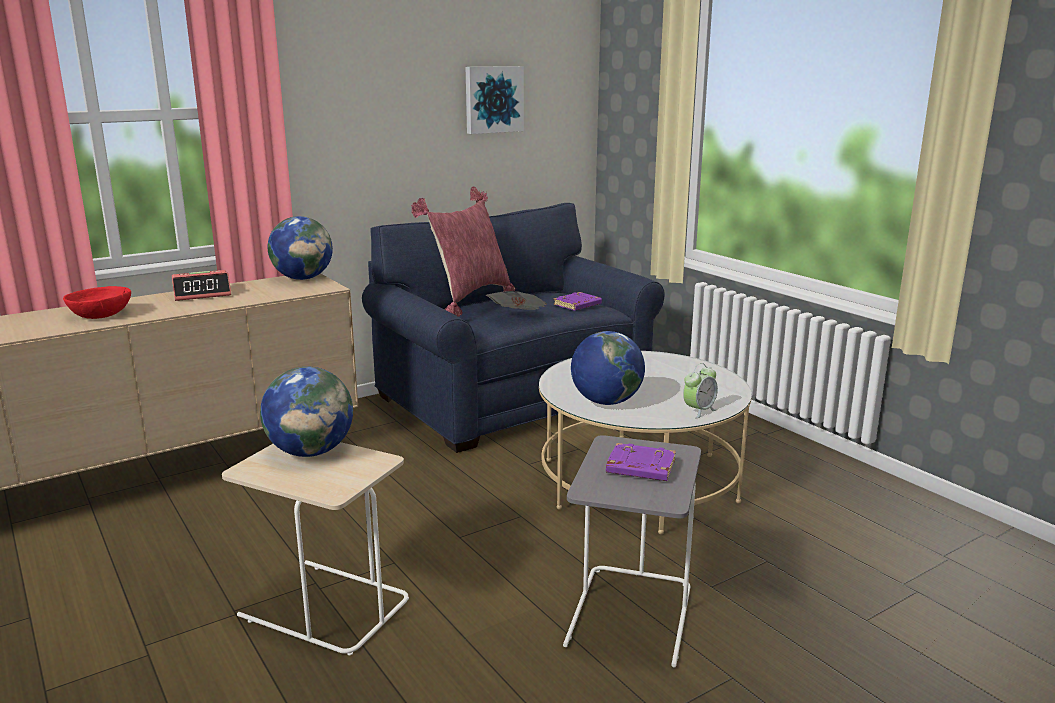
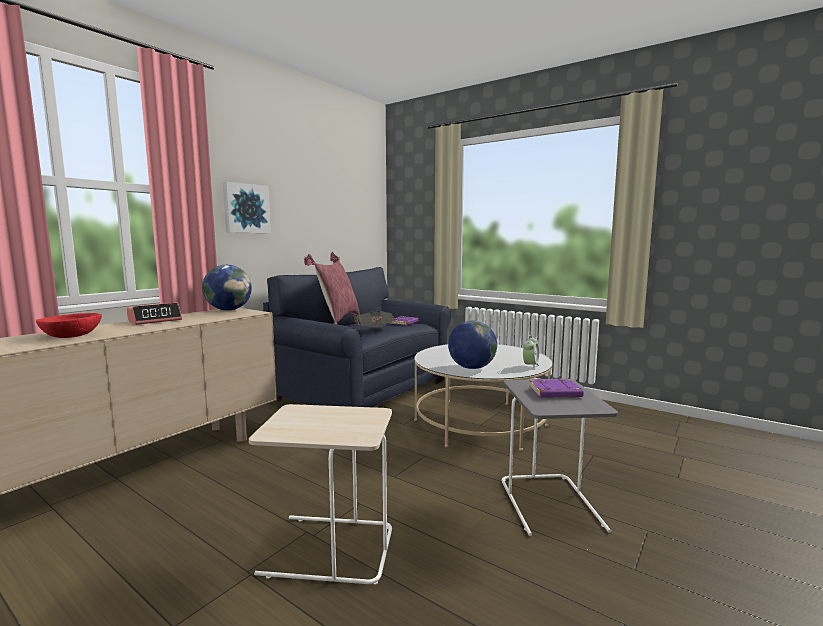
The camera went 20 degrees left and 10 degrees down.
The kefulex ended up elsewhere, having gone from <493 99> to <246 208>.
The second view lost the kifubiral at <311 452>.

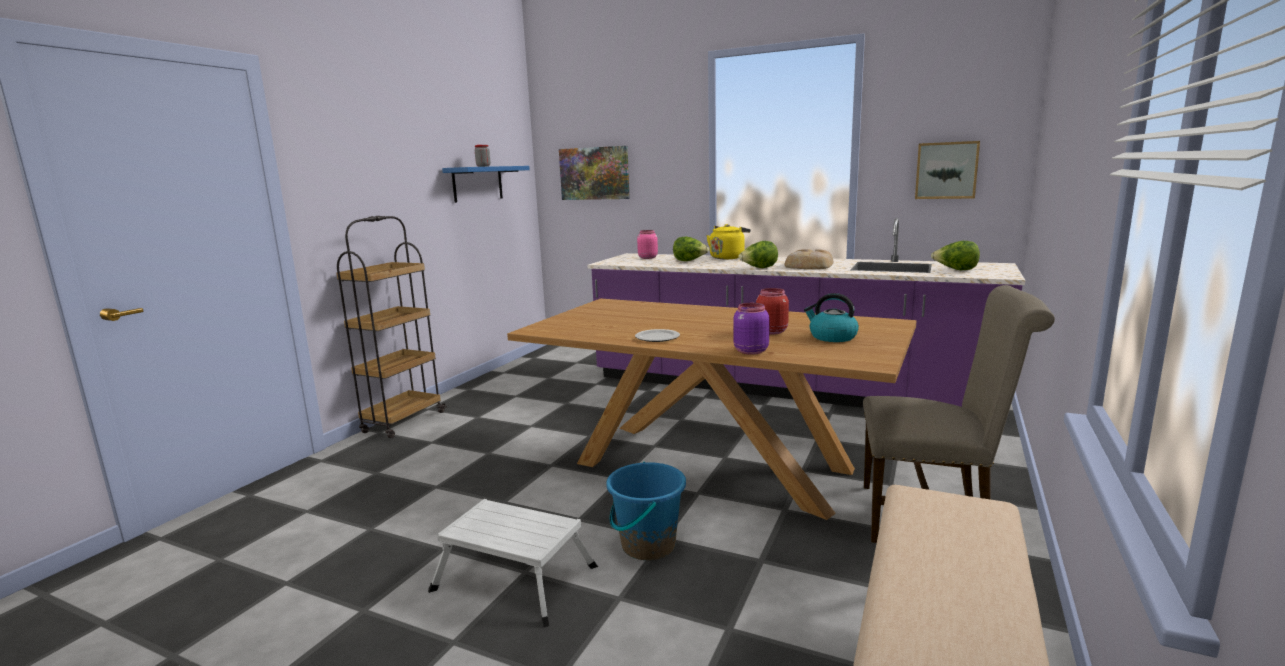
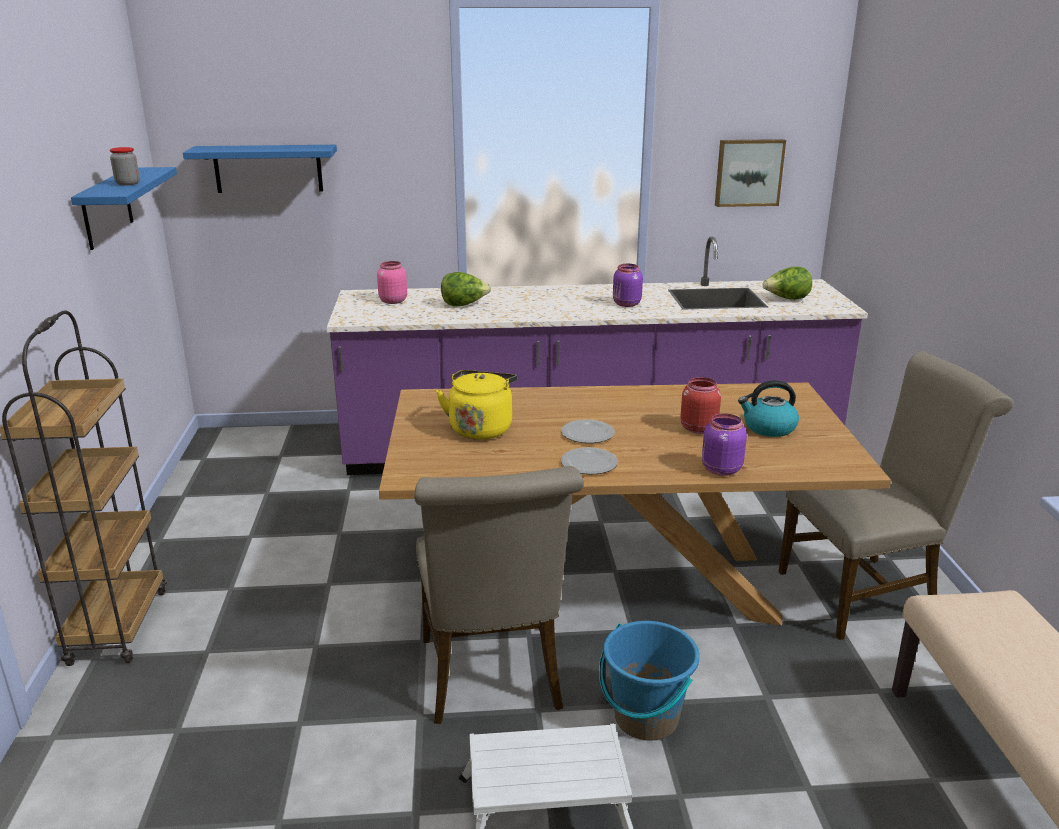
The camera went 30 degrees left and 10 degrees up.
Where the kefulex hung at <594 173>, the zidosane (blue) came to hang at <268 168>.
The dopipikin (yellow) ended up elsewhere, having gone from <728 257> to <481 428>.
The second view lost the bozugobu at <759 268>.
Where the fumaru stood at <808 266>, the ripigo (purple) came to stand at <626 304>.
The second view gained the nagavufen at <586 434>.
The second view gained the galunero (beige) at <493 679>.

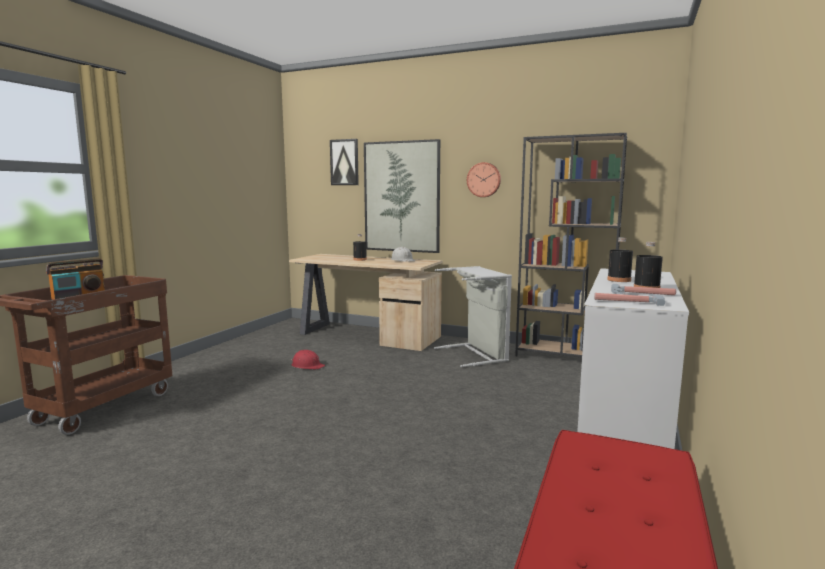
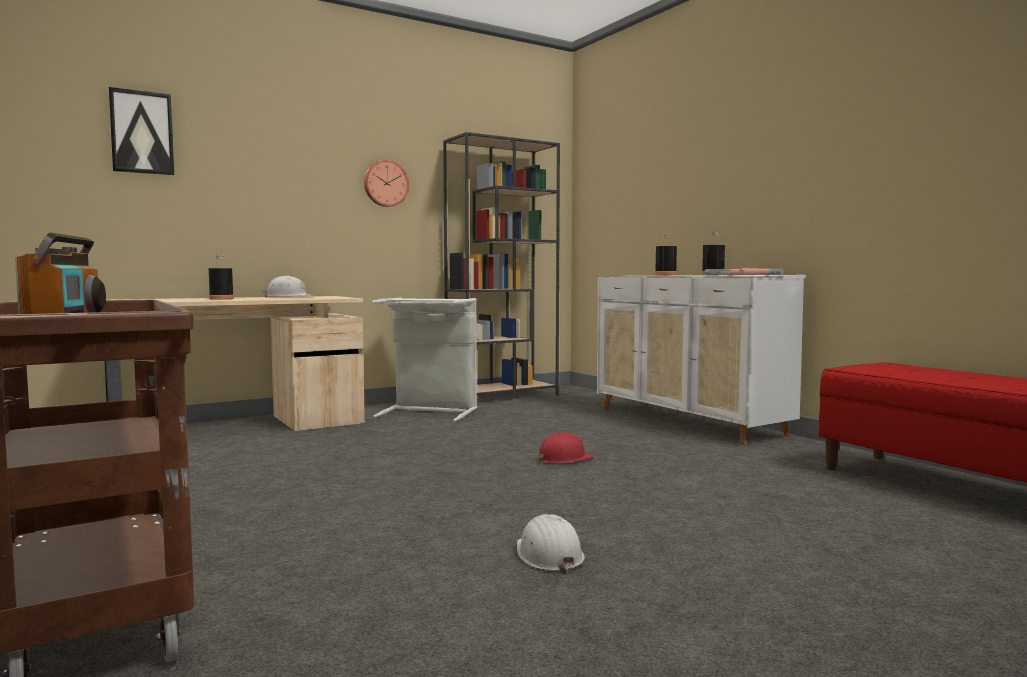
The camera went 55 degrees left and 5 degrees down.
The second view lost the kefulex at <401 197>.
The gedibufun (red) ended up elsewhere, having gone from <307 365> to <563 458>.
The second view gained the gedibufun (white) at <548 555>.

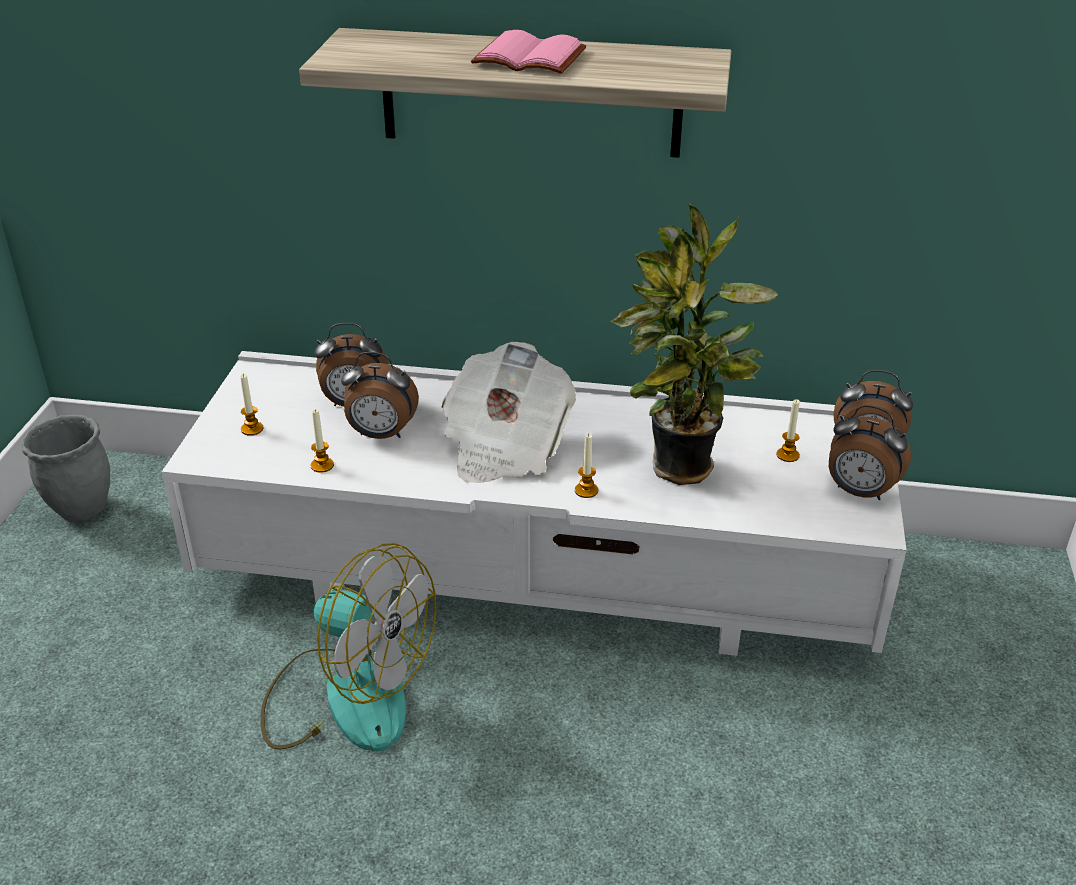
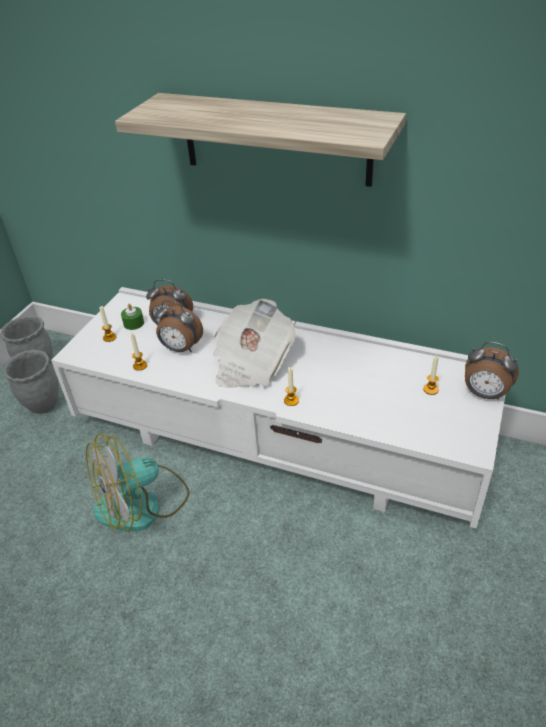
The camera went 15 degrees right and 5 degrees up.
The second view lost the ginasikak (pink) at <526 59>.
The second view lost the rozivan at <680 471>.
The second view lost the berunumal at <859 492>.
The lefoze at <347 696> ended up facing another way, 105 degrees clockwise from before.
The second view gained the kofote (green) at <133 323>.
The second view gained the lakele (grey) at <42 405>.

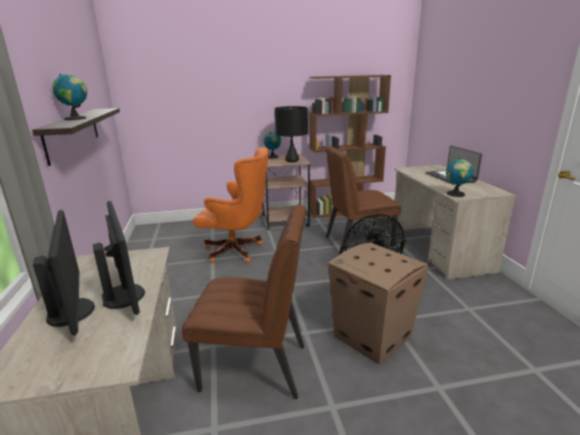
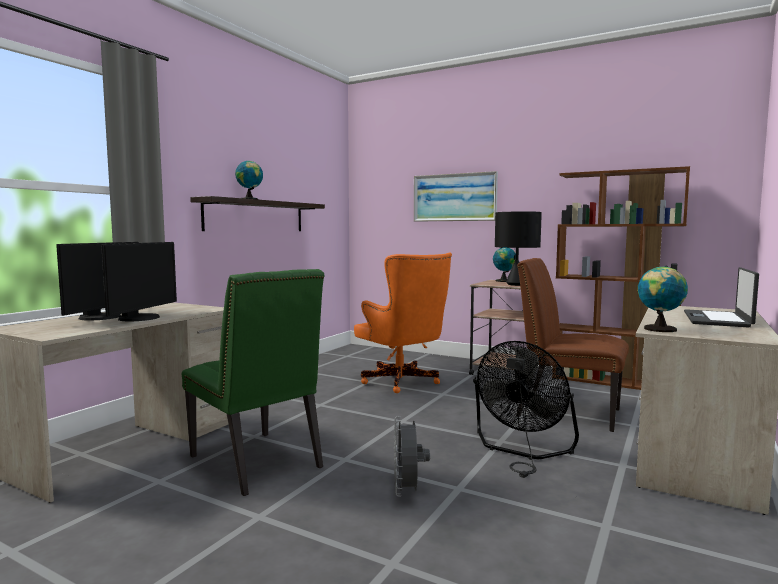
The camera went 40 degrees right and 15 degrees down.
What was the galunero (brown) at <253 367> turned into the galunero (green) at <254 461>.
Where the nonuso stood at <373 336>, the lefoze (grey) came to stand at <407 491>.
The second view gained the kefulex at <454 197>.

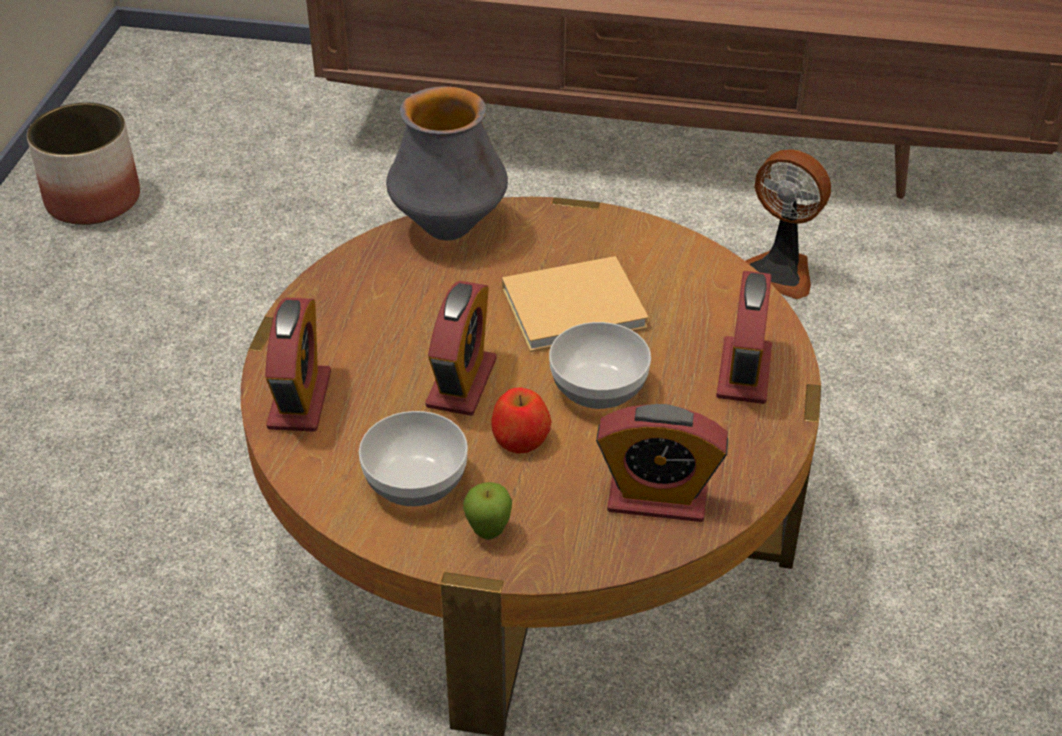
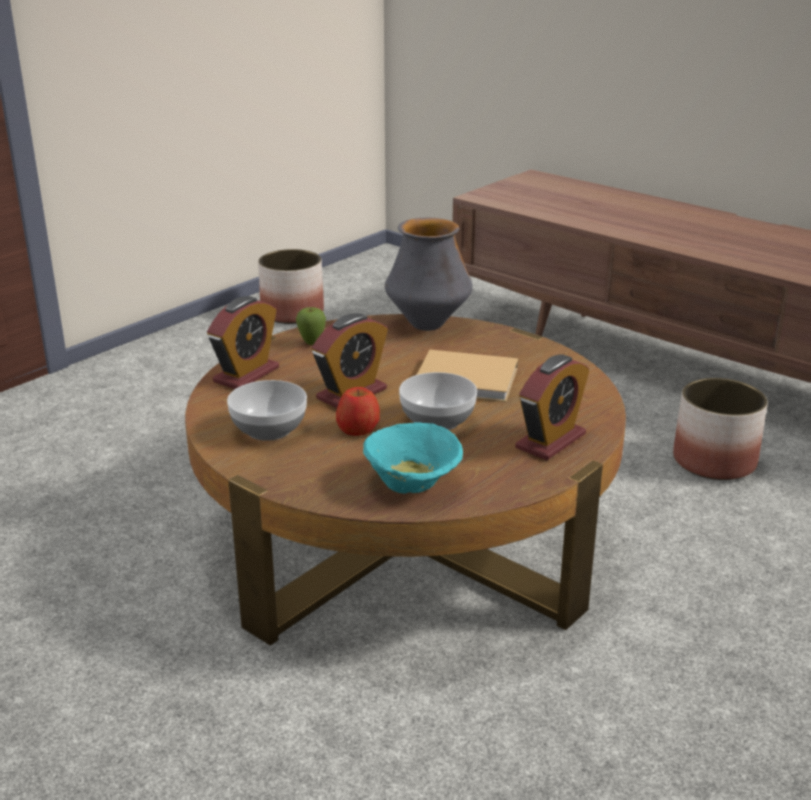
The camera went 30 degrees right and 15 degrees down.
Where the lefoze stood at <779 271>, the lakele came to stand at <715 462>.
Where the berunumal stood at <657 499>, the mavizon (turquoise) came to stand at <414 483>.
The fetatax ended up elsewhere, having gone from <488 533> to <311 343>.

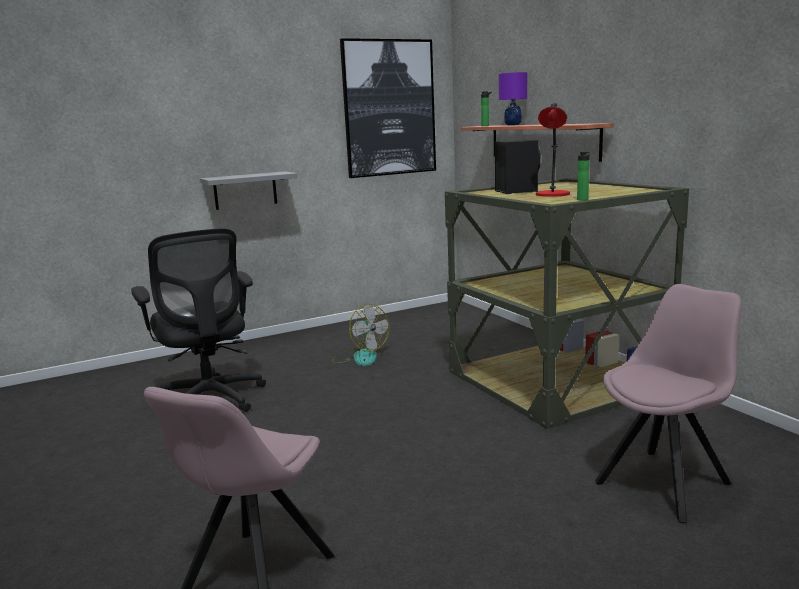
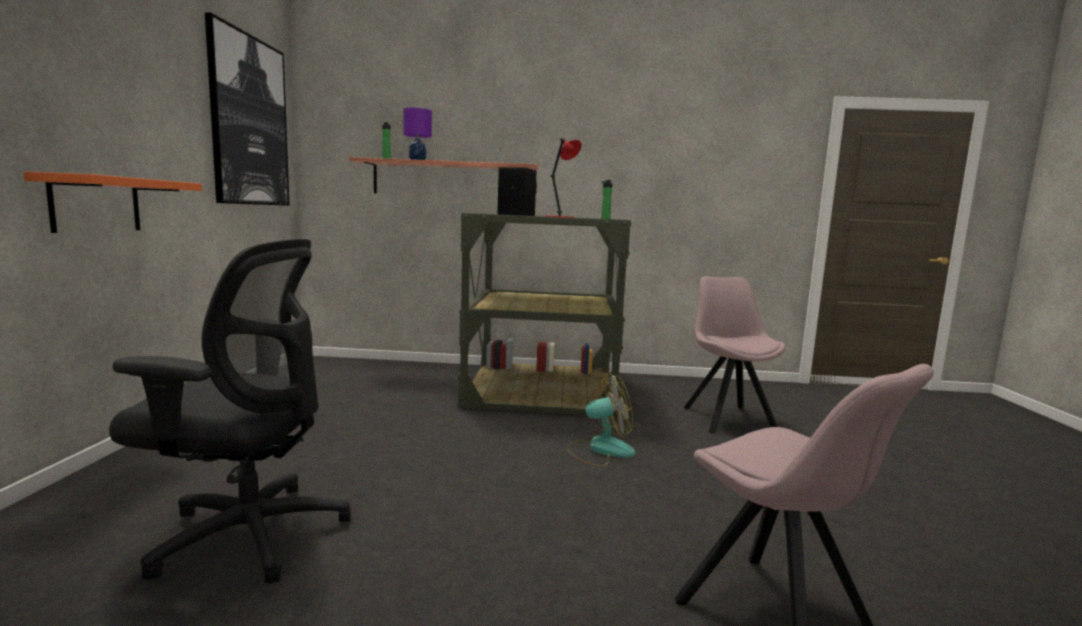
The camera went 60 degrees left and 5 degrees down.
What was the zidosane (grey) at <245 190> turned into the zidosane (orange) at <96 204>.
The lefoze ended up elsewhere, having gone from <360 357> to <600 450>.

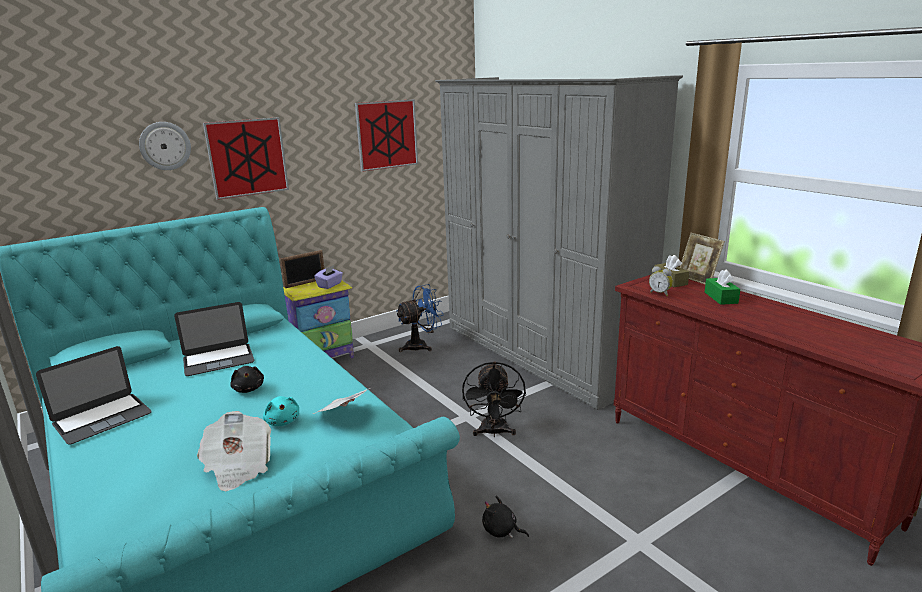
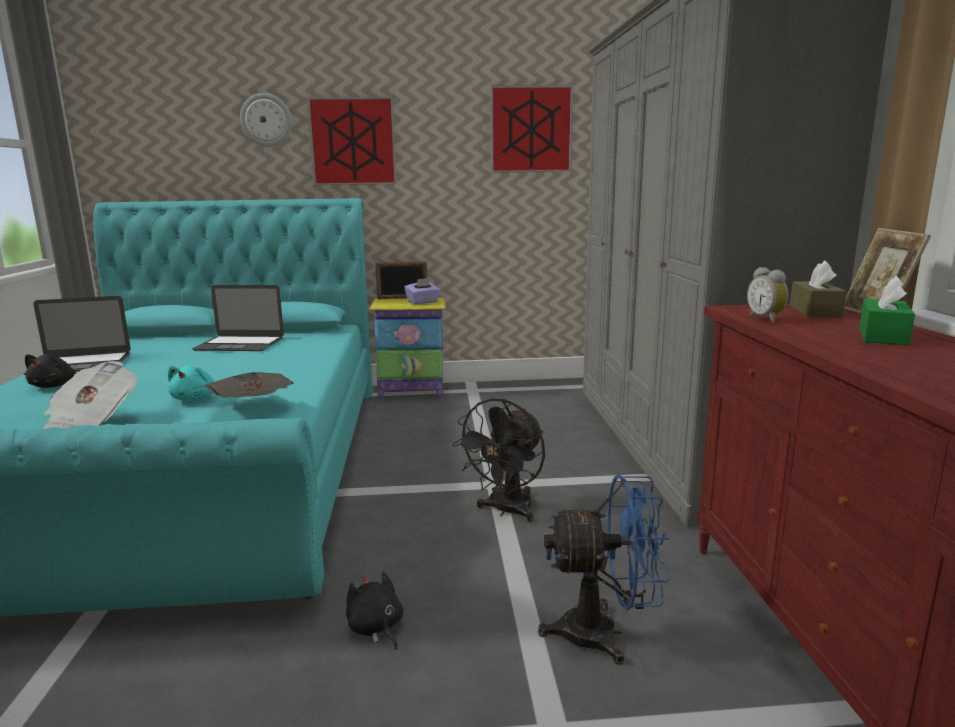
The camera went 30 degrees right and 5 degrees down.
The lefoze (blue) ended up elsewhere, having gone from <421 345> to <604 633>.
The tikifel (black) ended up elsewhere, having gone from <248 389> to <54 386>.

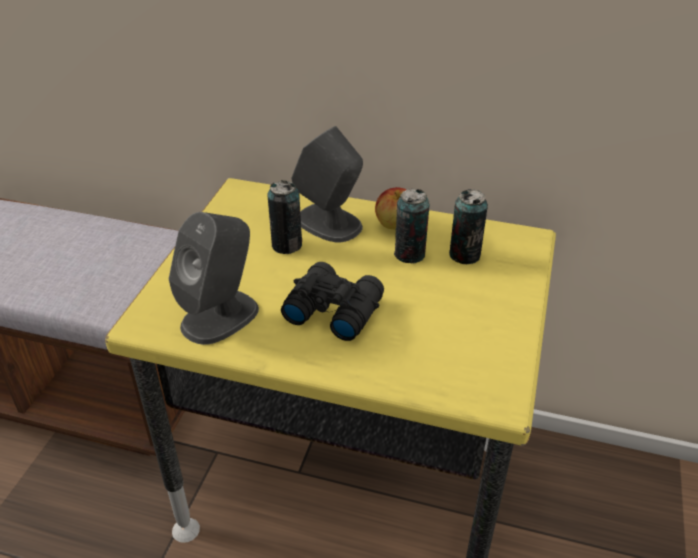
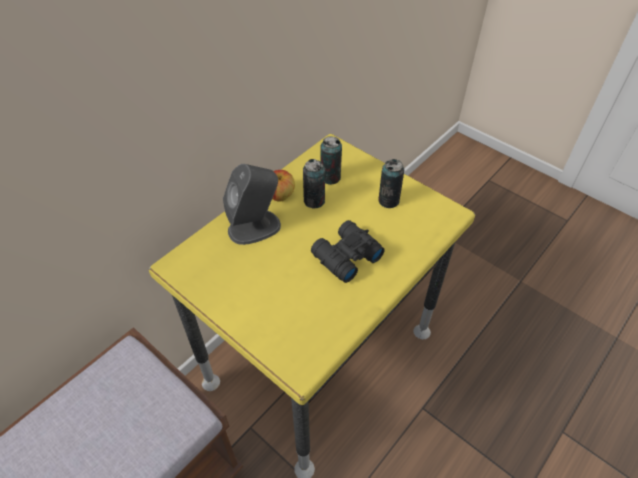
The camera went 65 degrees left and 10 degrees up.
The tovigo ended up elsewhere, having gone from <287 245> to <388 200>.
The second view lost the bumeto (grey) at <221 316>.

